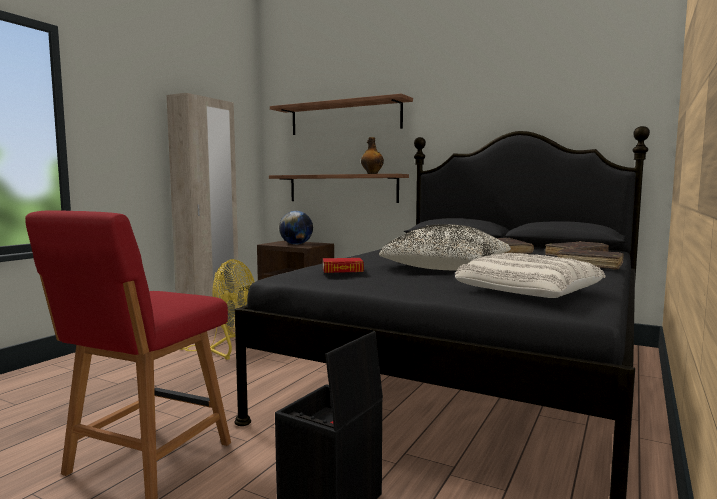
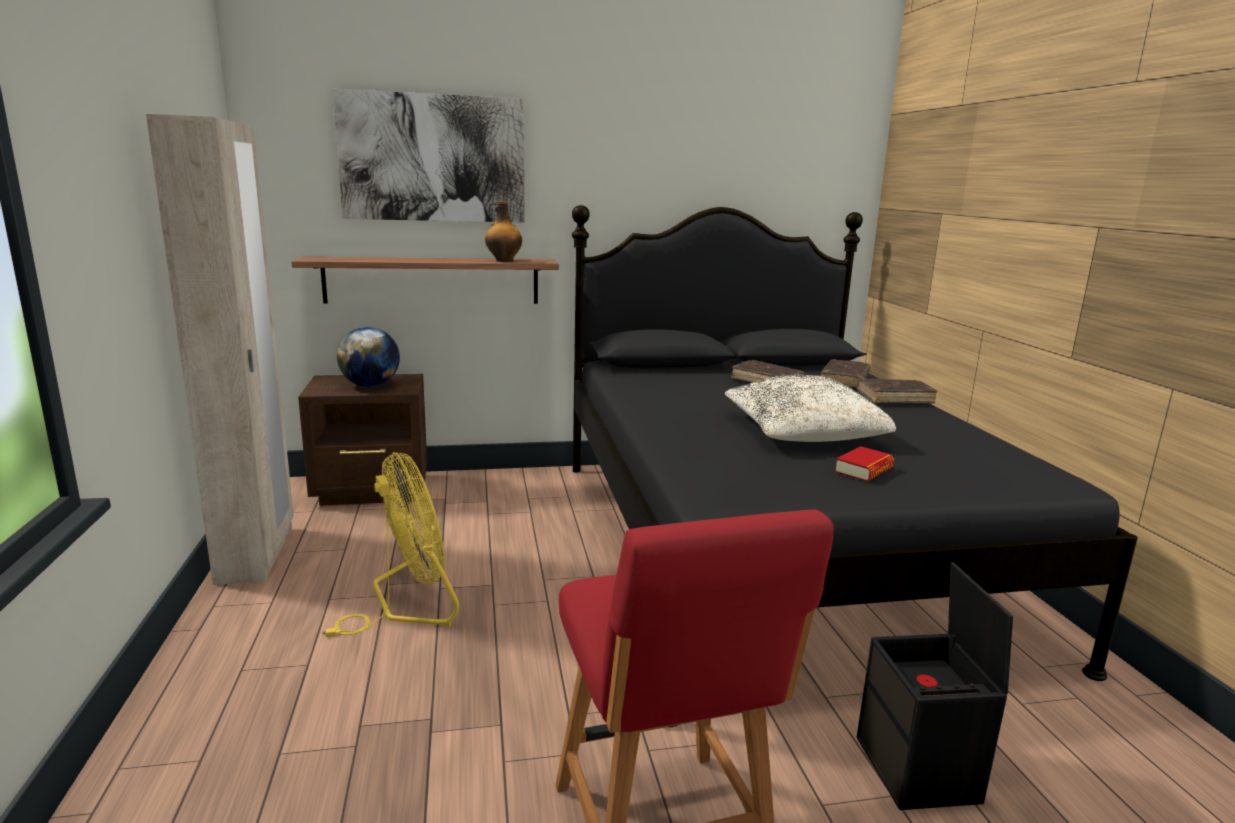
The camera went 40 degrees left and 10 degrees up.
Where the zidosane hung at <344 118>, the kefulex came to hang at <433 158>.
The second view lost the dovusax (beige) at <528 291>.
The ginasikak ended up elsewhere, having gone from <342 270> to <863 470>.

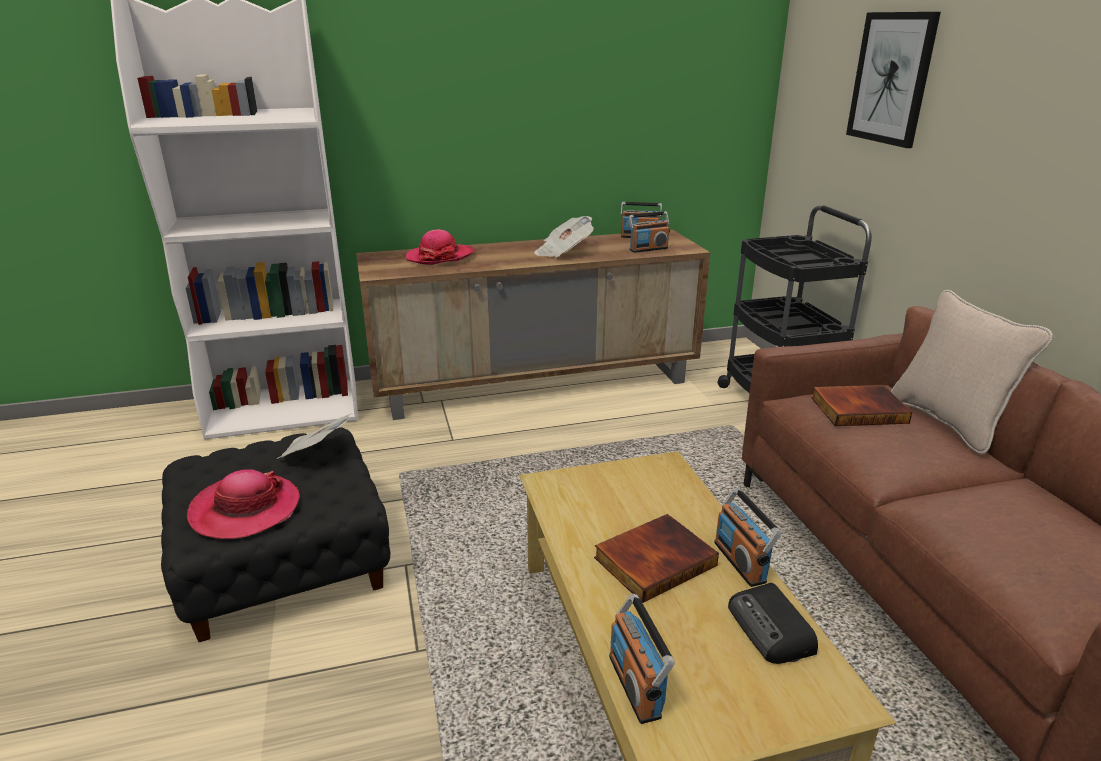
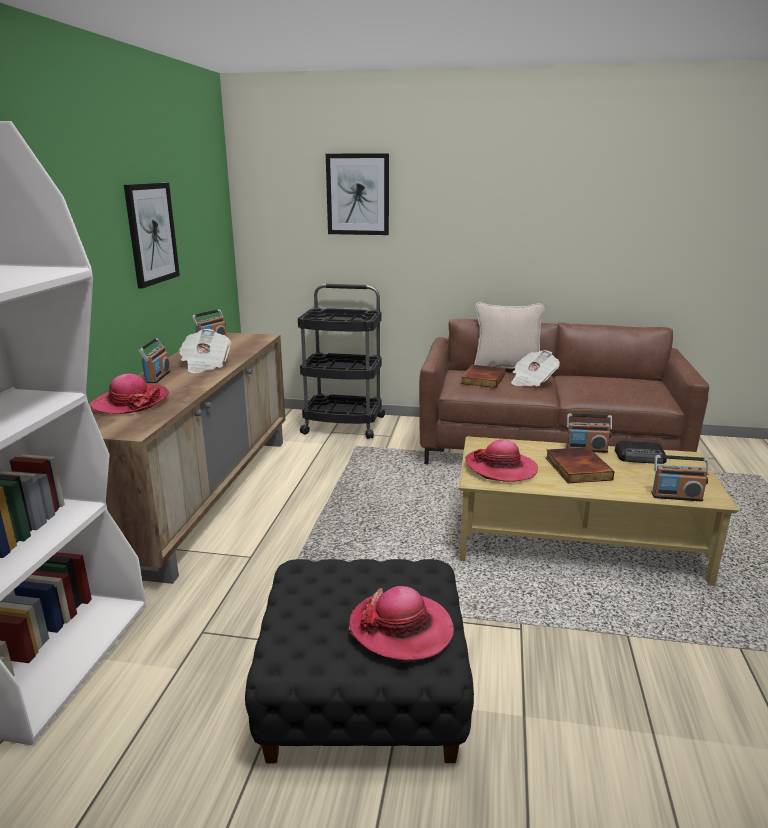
The camera went 65 degrees left and 5 degrees down.
The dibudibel ended up elsewhere, having gone from <648 249> to <157 377>.
The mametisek ended up elsewhere, having gone from <317 453> to <532 381>.
The second view gained the kefulex at <151 234>.
The second view gained the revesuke at <501 468>.

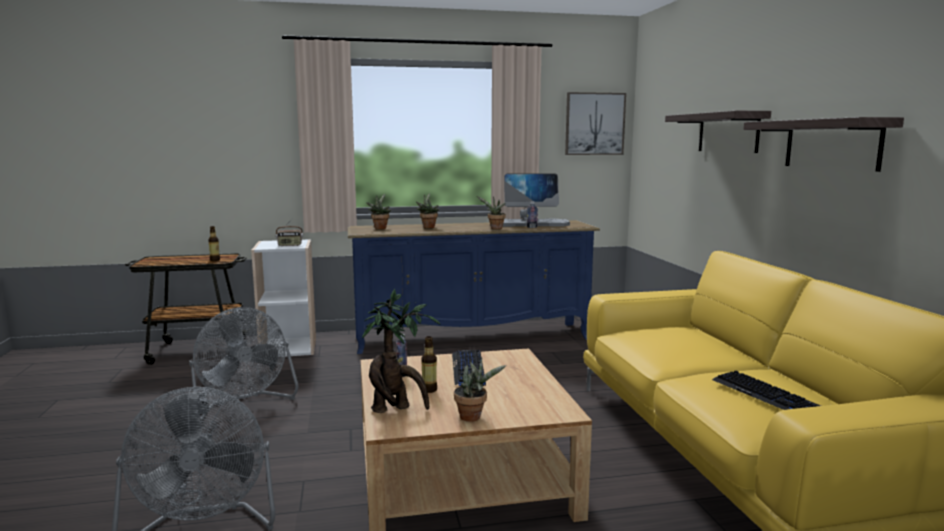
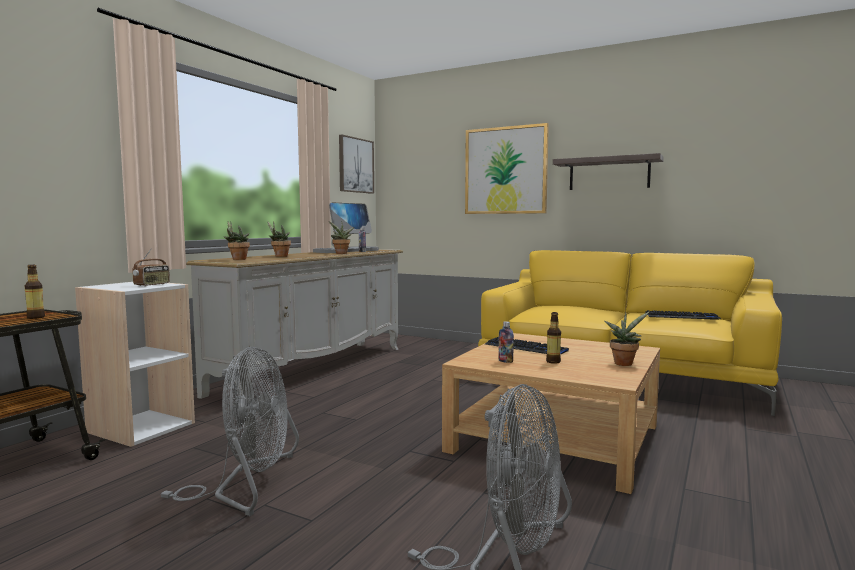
The camera went 50 degrees left and 5 degrees down.
Where the zidosane hung at <728 132>, the kefulex came to hang at <505 170>.
What was the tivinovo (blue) at <472 338> turned into the tivinovo (grey) at <315 369>.
The second view lost the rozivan at <396 409>.

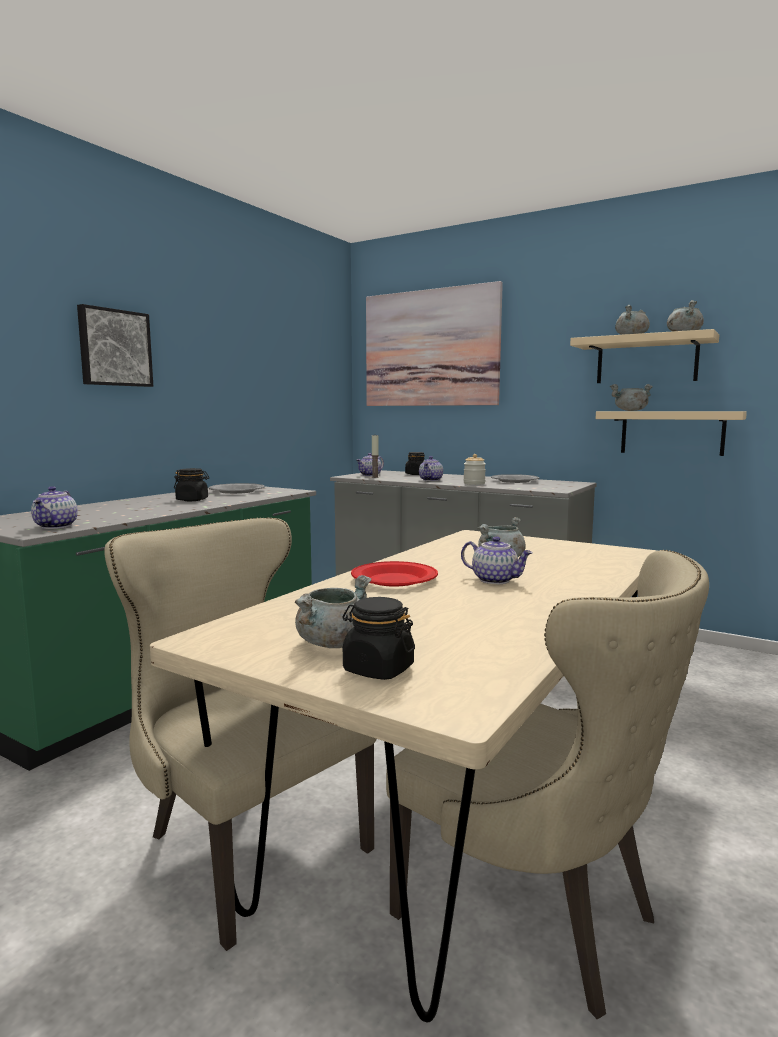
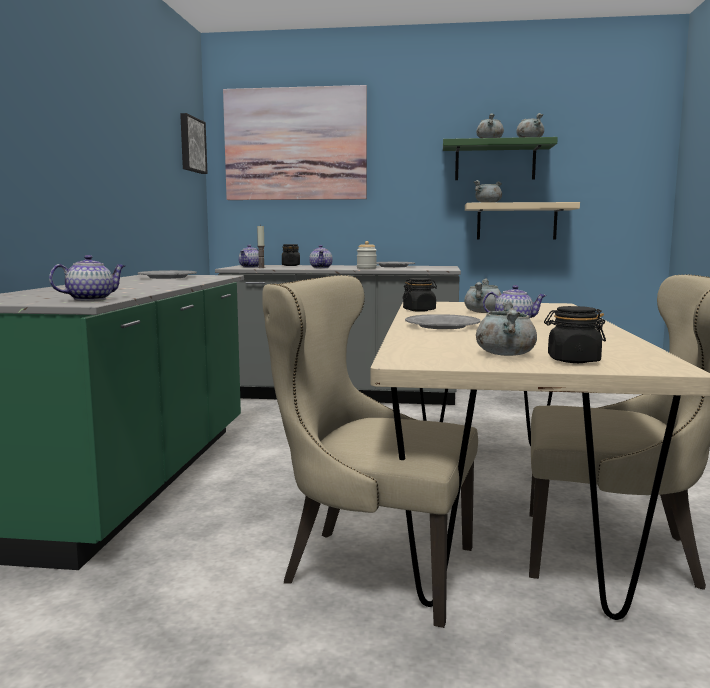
The camera went 25 degrees left and 0 degrees up.
The kefulex ended up elsewhere, having gone from <114 348> to <191 144>.
What was the zidosane (beige) at <646 360> turned into the zidosane (green) at <495 161>.
The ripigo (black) ended up elsewhere, having gone from <192 500> to <419 310>.
The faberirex at <57 526> ended up facing another way, 105 degrees counterclockwise from before.
What was the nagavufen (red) at <394 579> turned into the nagavufen (grey) at <442 326>.

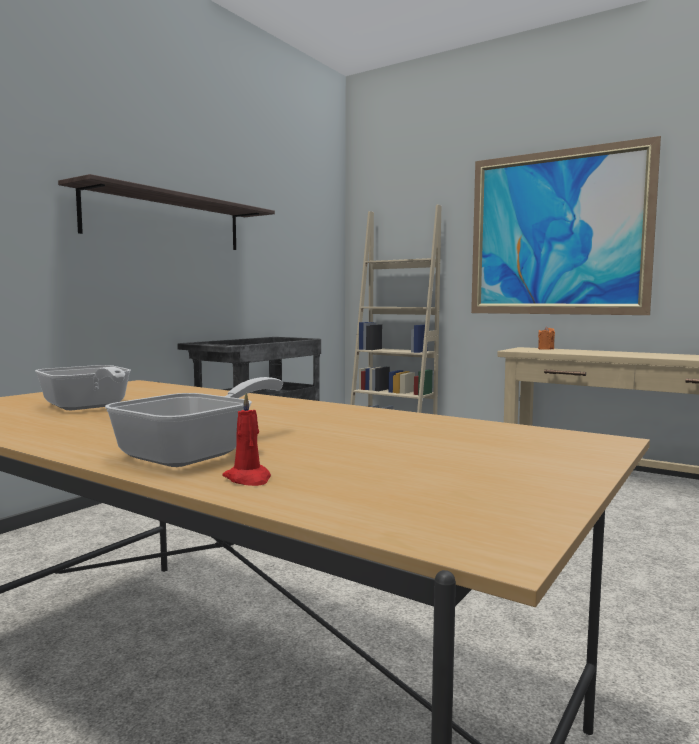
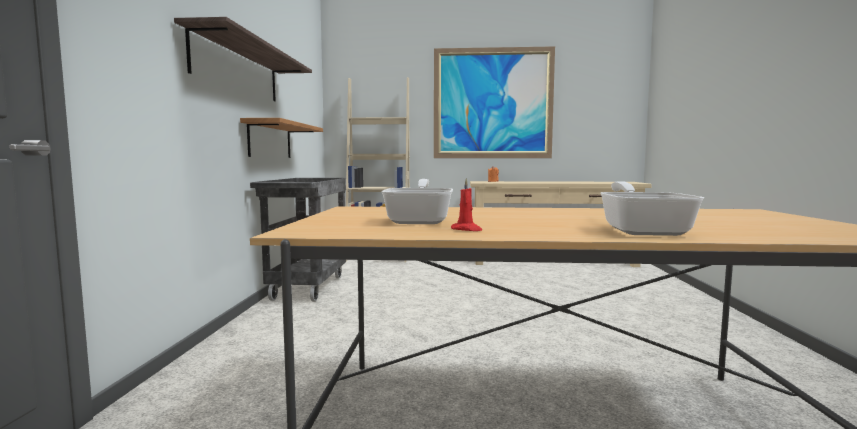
The camera went 30 degrees left and 0 degrees up.
The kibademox at <87 407> ended up facing another way, 105 degrees counterclockwise from before.
The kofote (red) ended up elsewhere, having gone from <248 479> to <467 229>.
The second view gained the zidosane at <270 140>.

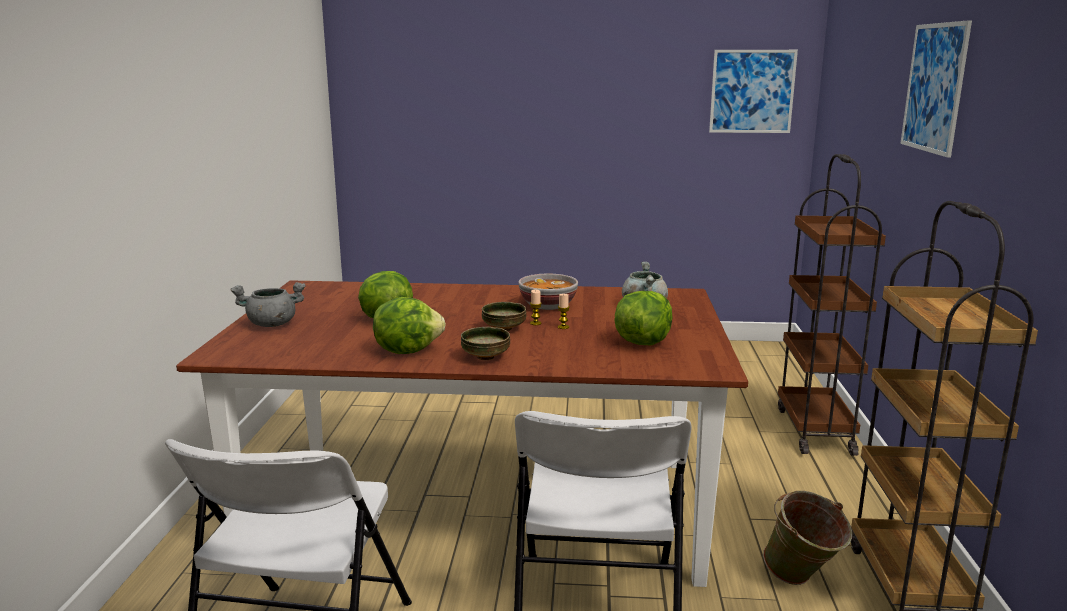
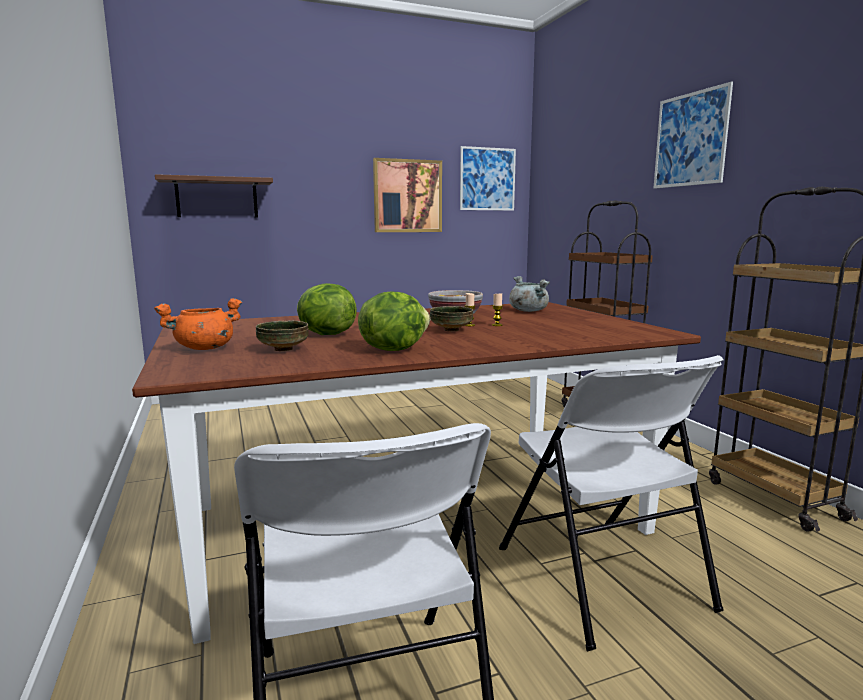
The camera went 25 degrees left and 5 degrees down.
What was the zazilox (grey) at <271 324> turned into the zazilox (orange) at <204 348>.
The second view lost the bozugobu at <642 342>.
The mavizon ended up elsewhere, having gone from <486 357> to <283 349>.
The second view lost the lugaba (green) at <801 581>.
The second view gained the kefulex at <407 196>.
The second view gained the zidosane (brown) at <217 198>.

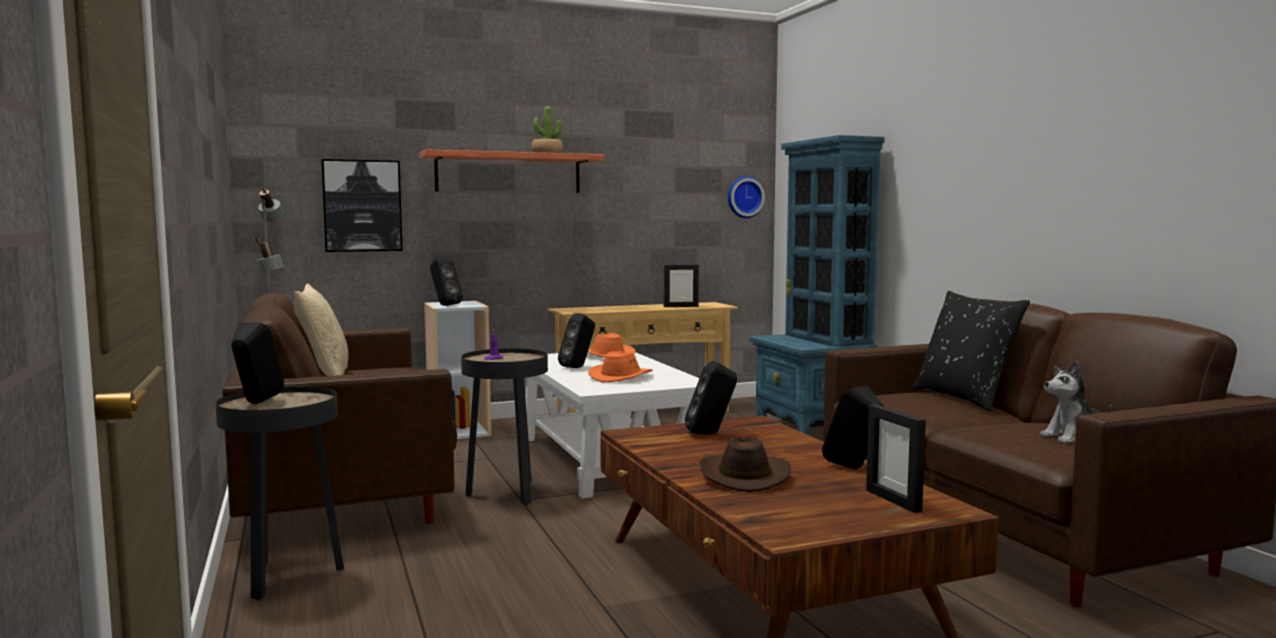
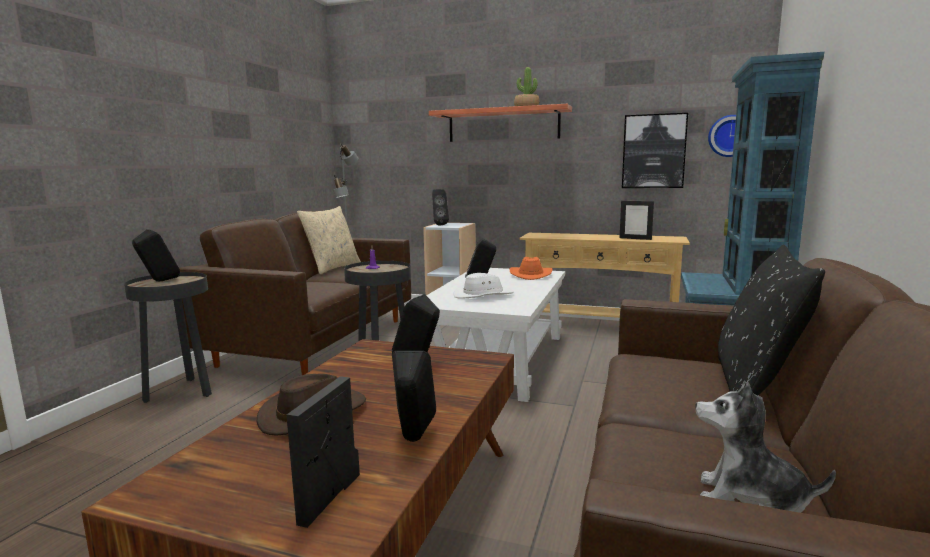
The camera went 40 degrees right and 5 degrees up.
The kefulex ended up elsewhere, having gone from <362 206> to <653 151>.
What was the revesuke (orange) at <621 377> turned into the revesuke (white) at <483 295>.

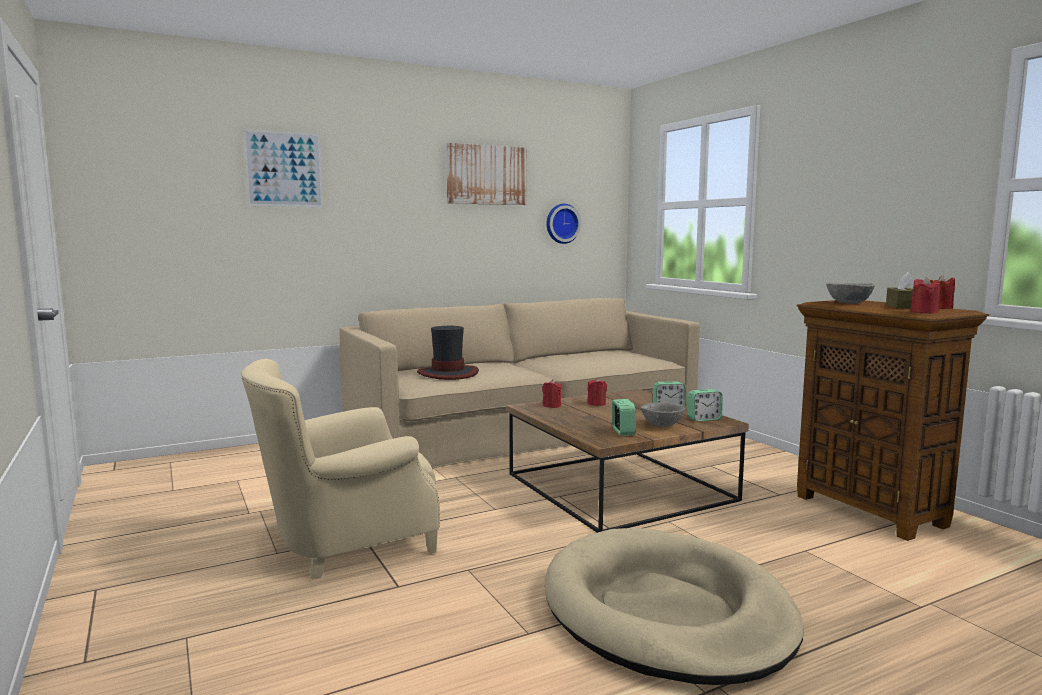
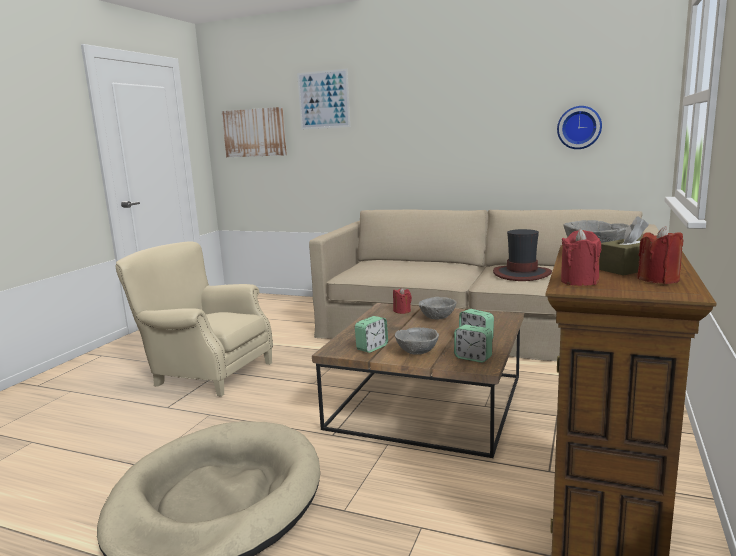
The camera went 50 degrees right and 5 degrees up.
The kefulex ended up elsewhere, having gone from <486 175> to <254 132>.
The revesuke ended up elsewhere, having gone from <448 373> to <522 274>.
Where the kofote (red) stood at <596 404>, the mavizon (grey) came to stand at <438 318>.

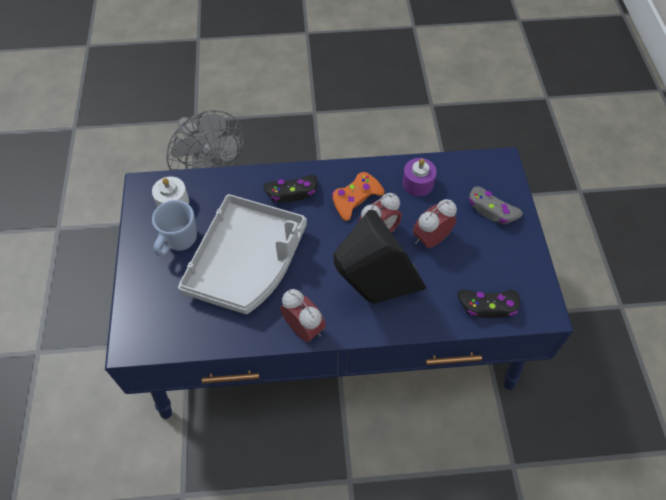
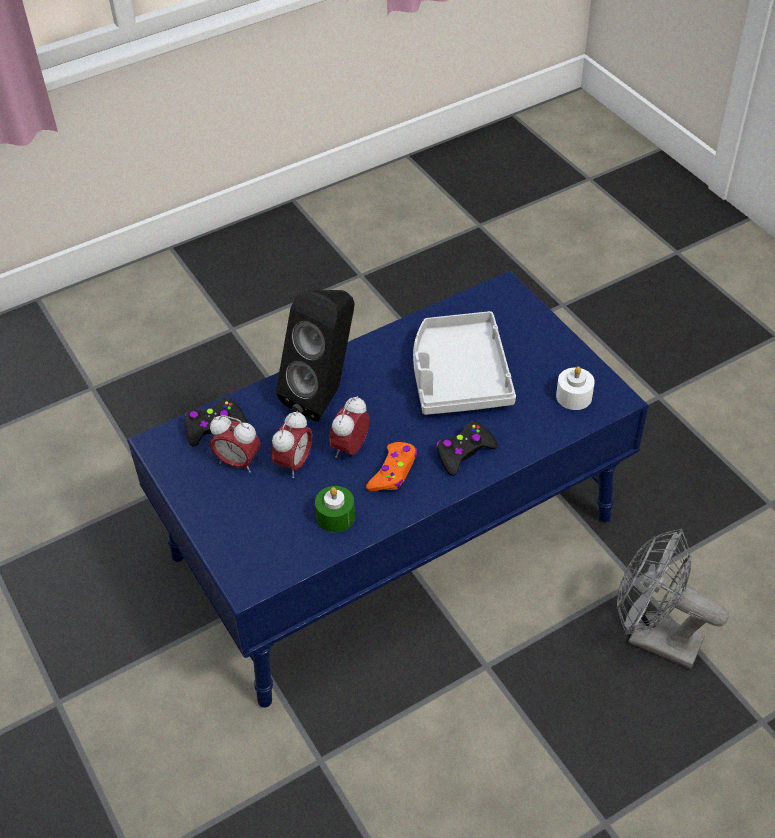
The camera went 155 degrees right and 10 degrees down.
What was the kofote (purple) at <417 183> turned into the kofote (green) at <335 516>.
The second view lost the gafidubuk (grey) at <492 210>.
The second view lost the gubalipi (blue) at <177 244>.
The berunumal ended up elsewhere, having gone from <304 329> to <238 462>.

